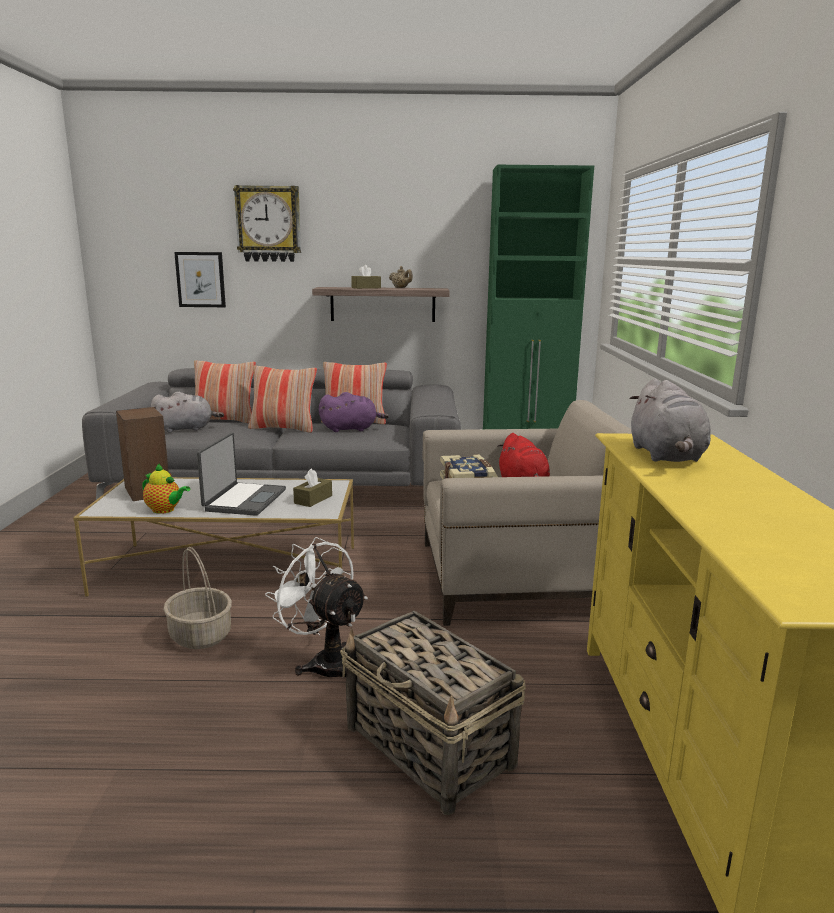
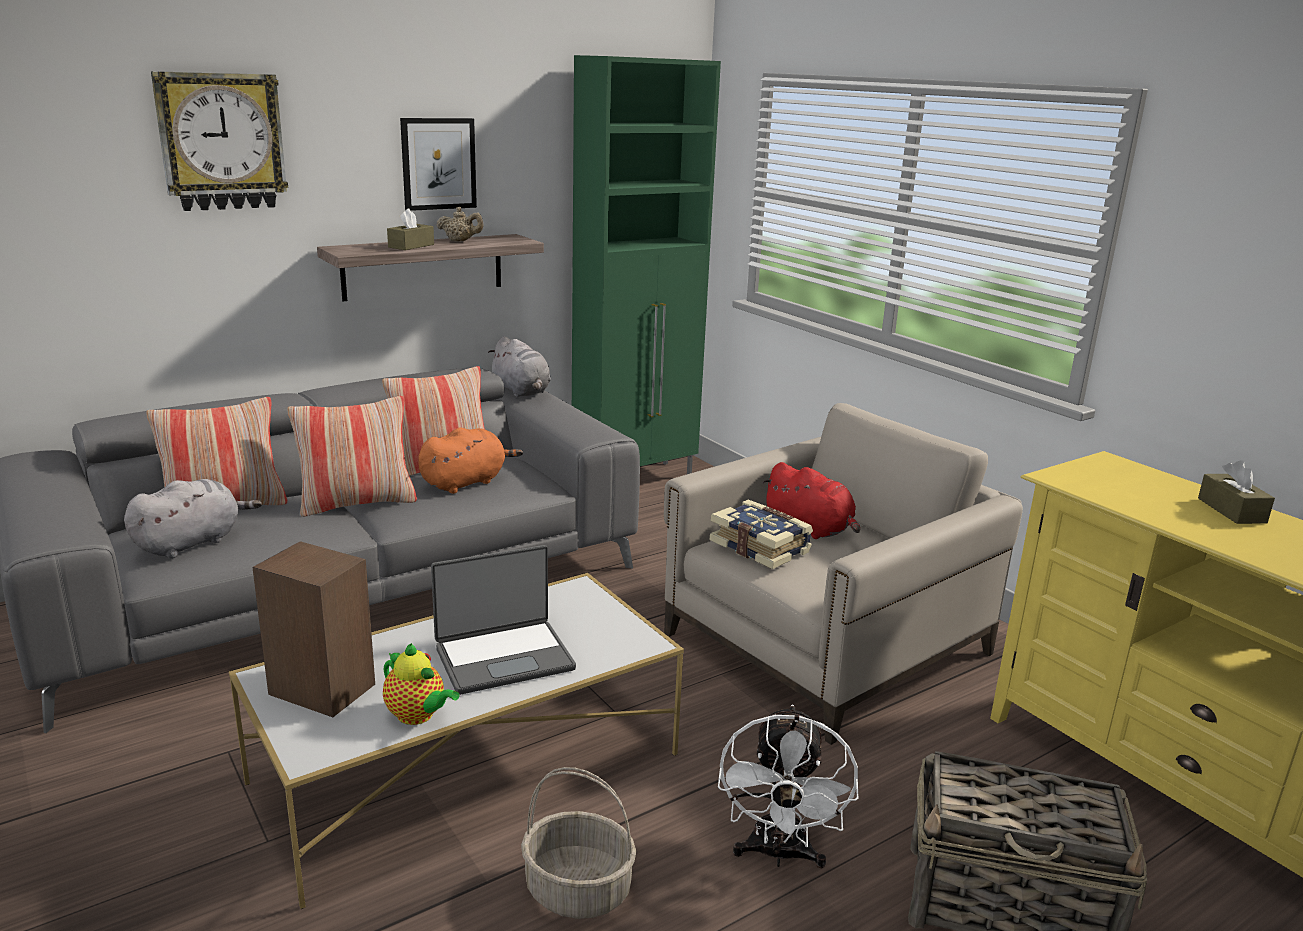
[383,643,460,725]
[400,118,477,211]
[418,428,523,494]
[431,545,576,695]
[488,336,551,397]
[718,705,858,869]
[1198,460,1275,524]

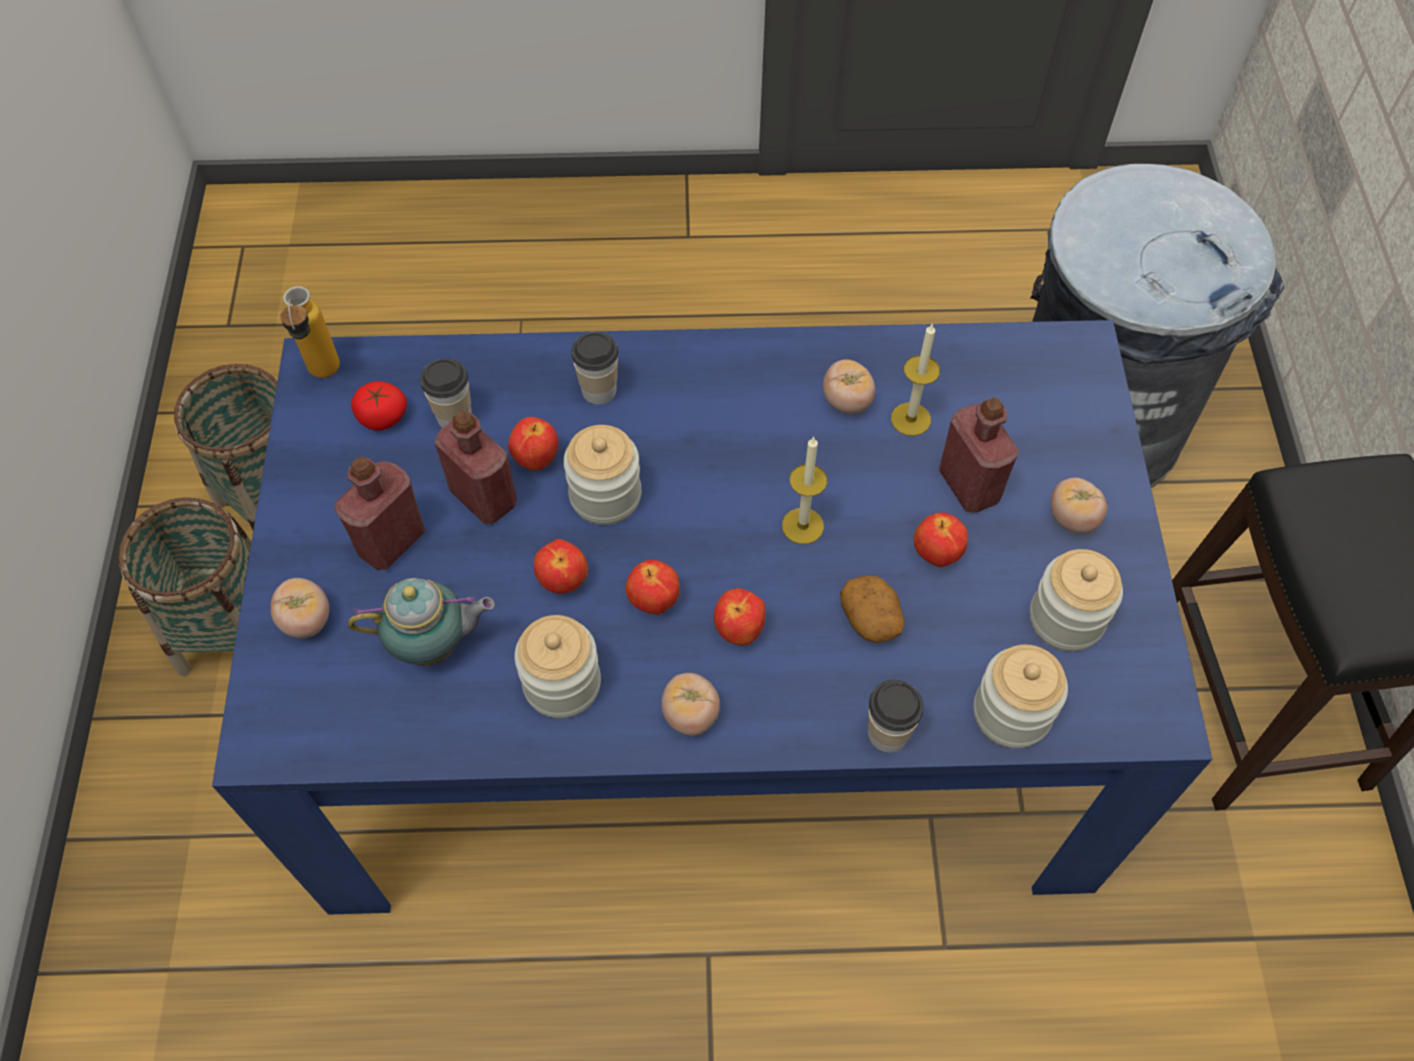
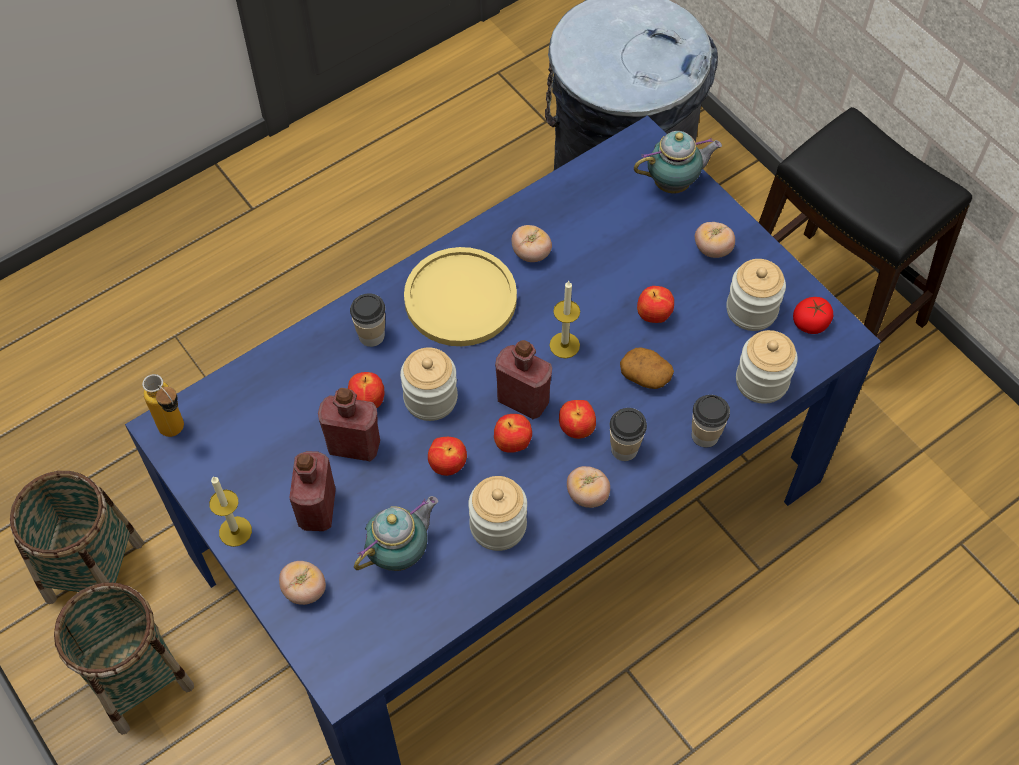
[209,476,252,547]
[404,247,517,346]
[495,340,552,419]
[610,408,647,461]
[634,131,722,193]
[793,297,833,334]

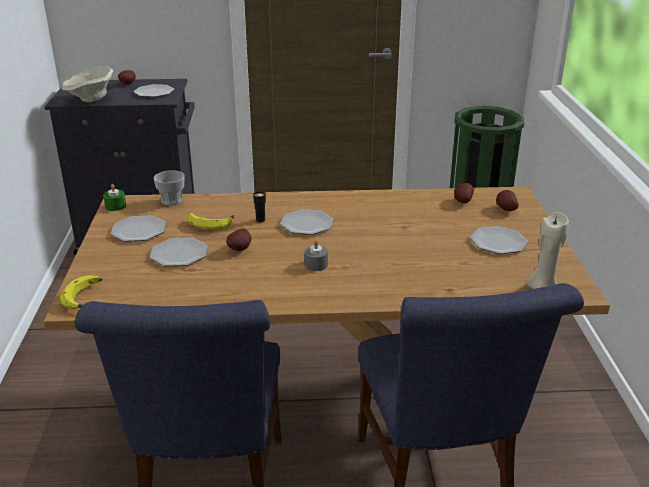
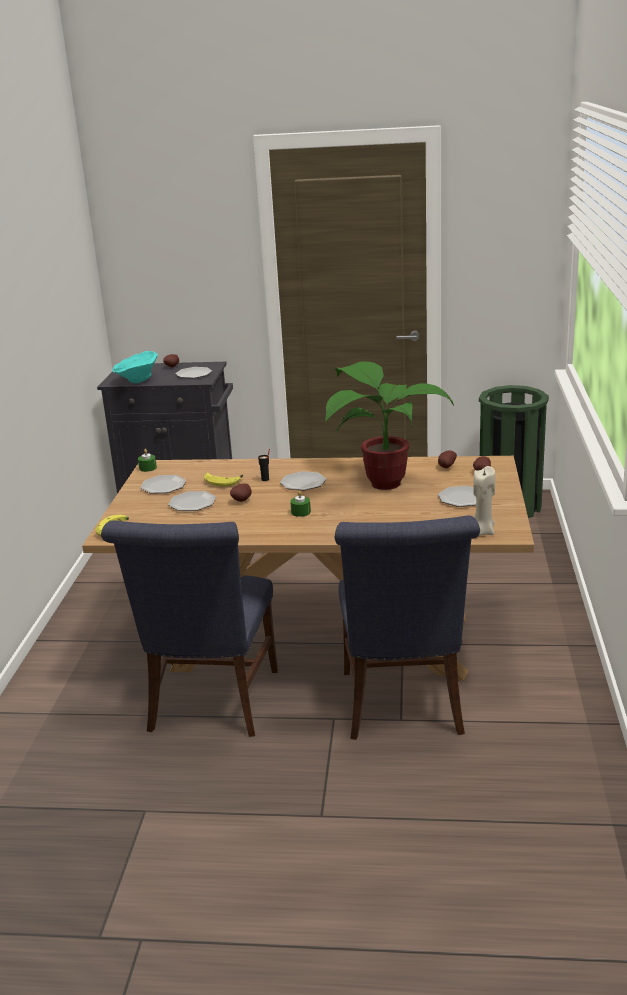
[113,351,158,383]
[290,491,311,517]
[325,362,454,490]
[154,170,185,206] (first image)

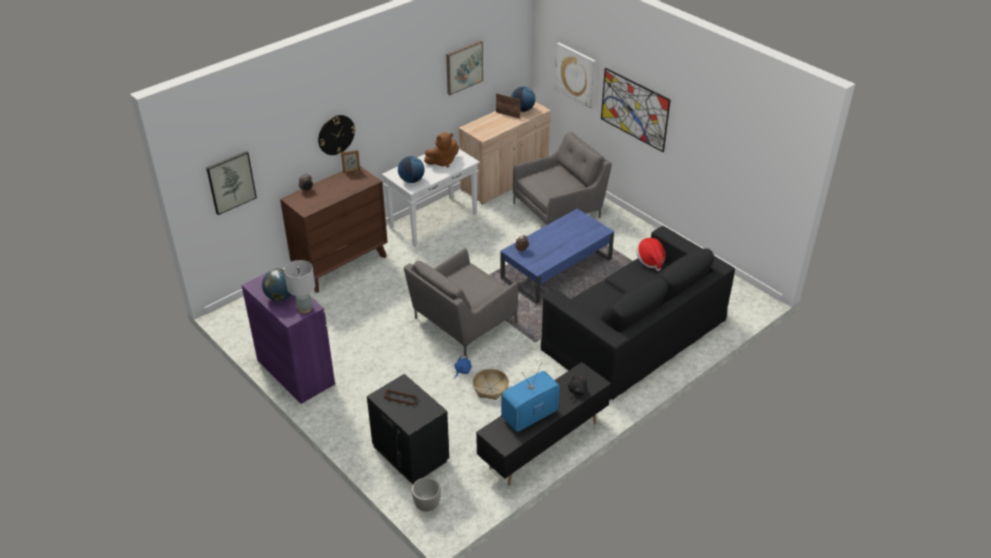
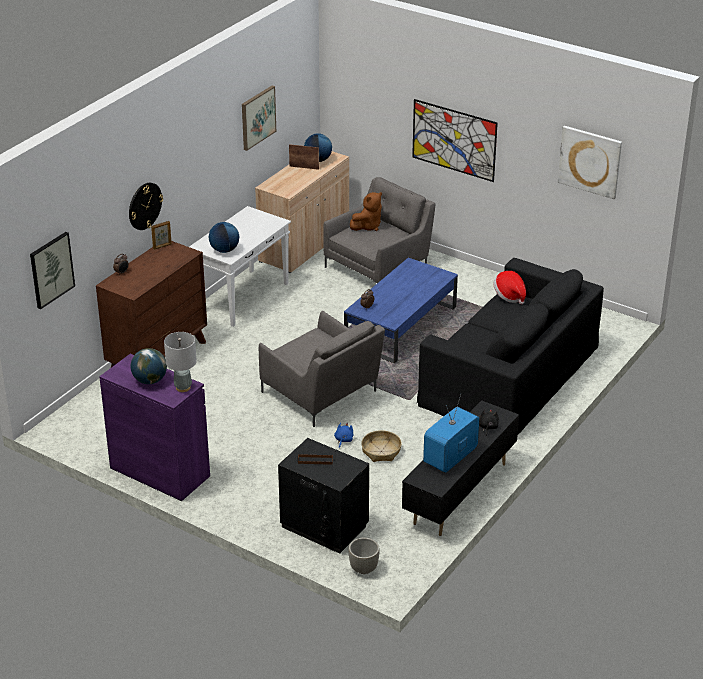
[259,311,385,427]
[350,192,382,231]
[558,126,622,199]

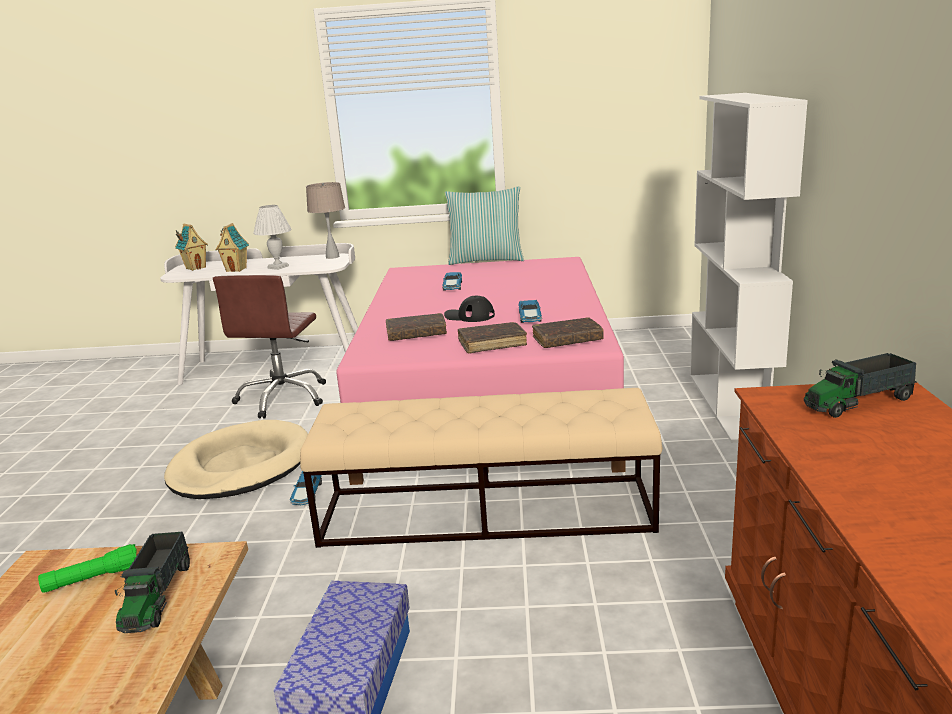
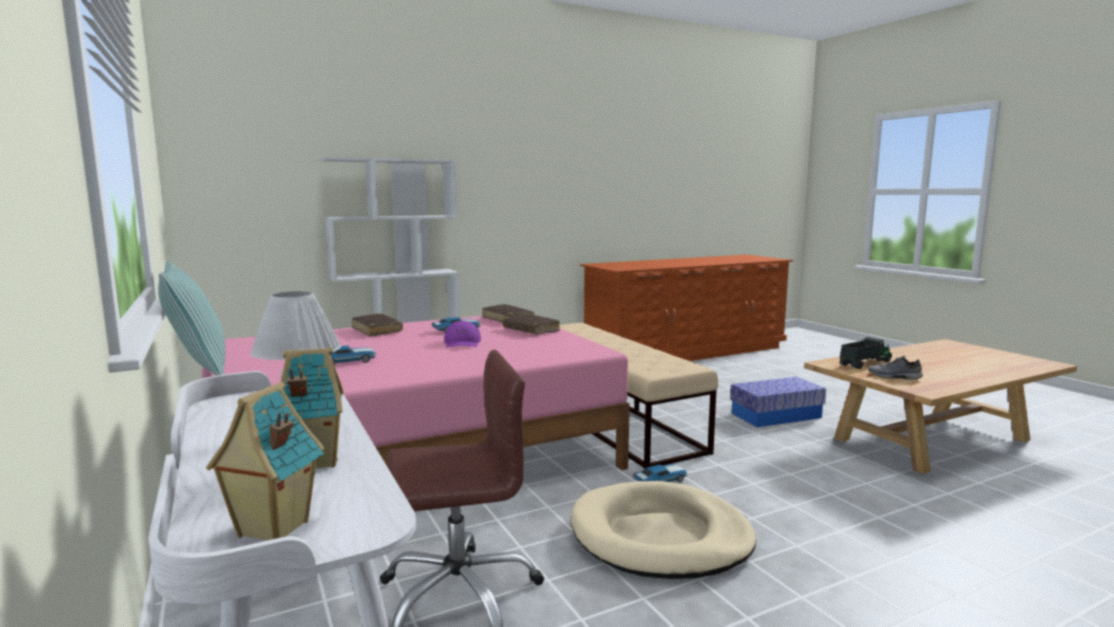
[352,314,403,337]
[444,321,481,347]
[868,356,923,380]
[306,182,345,259] (first image)
[804,353,917,418] (first image)

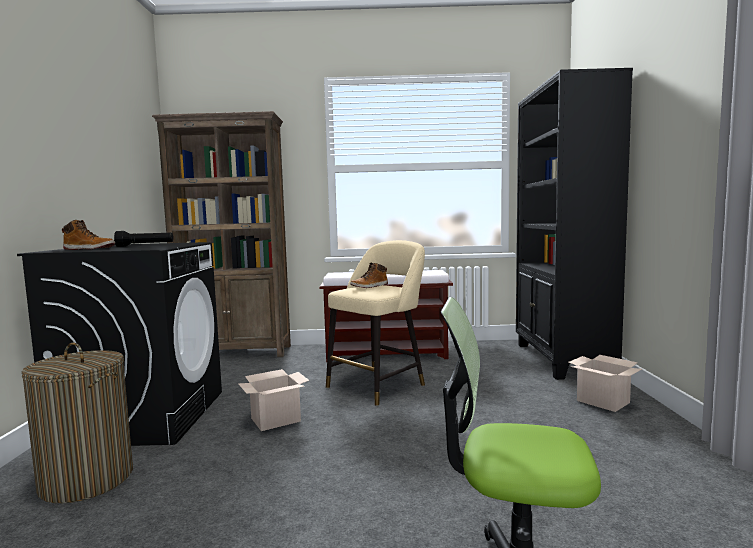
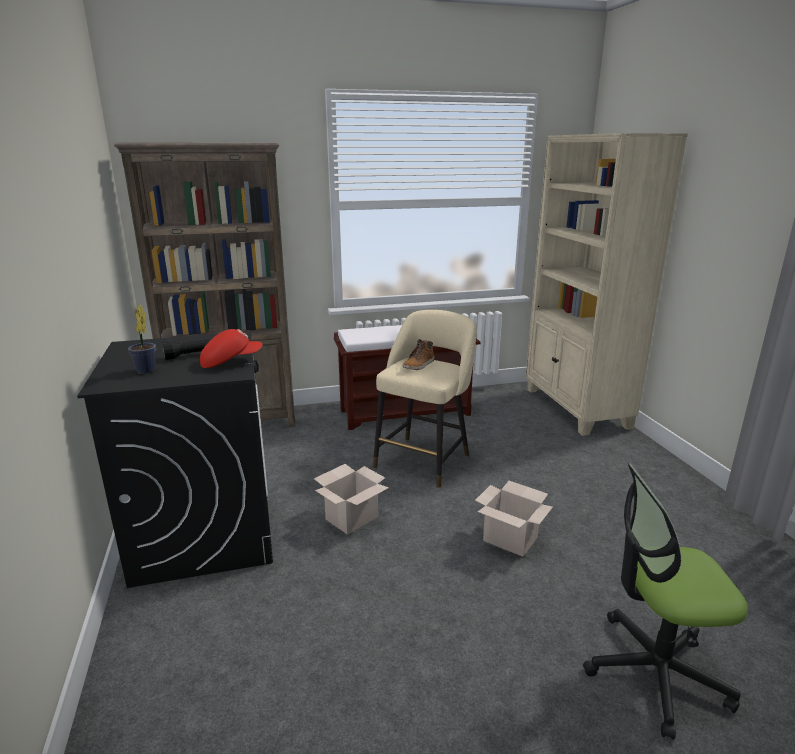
[128,305,156,374]
[200,329,263,368]
[475,481,553,557]
[526,133,688,436]
[21,342,133,503] (first image)

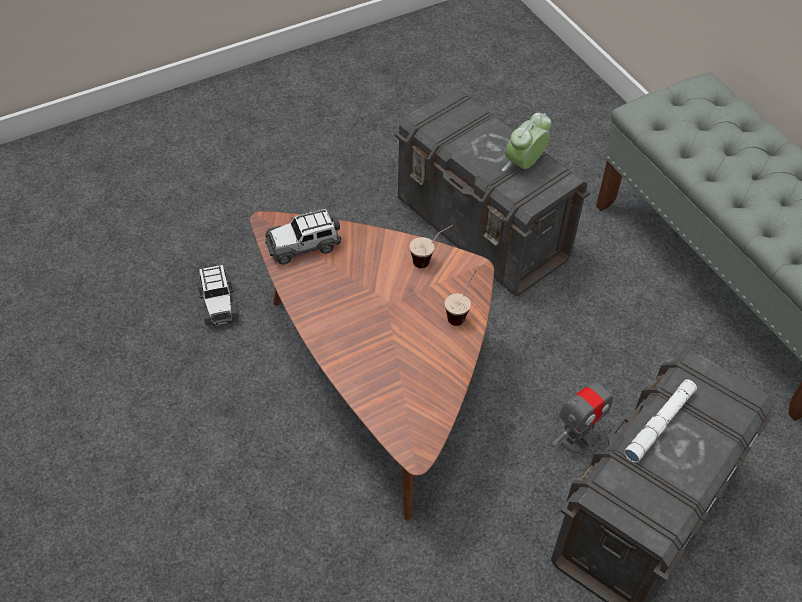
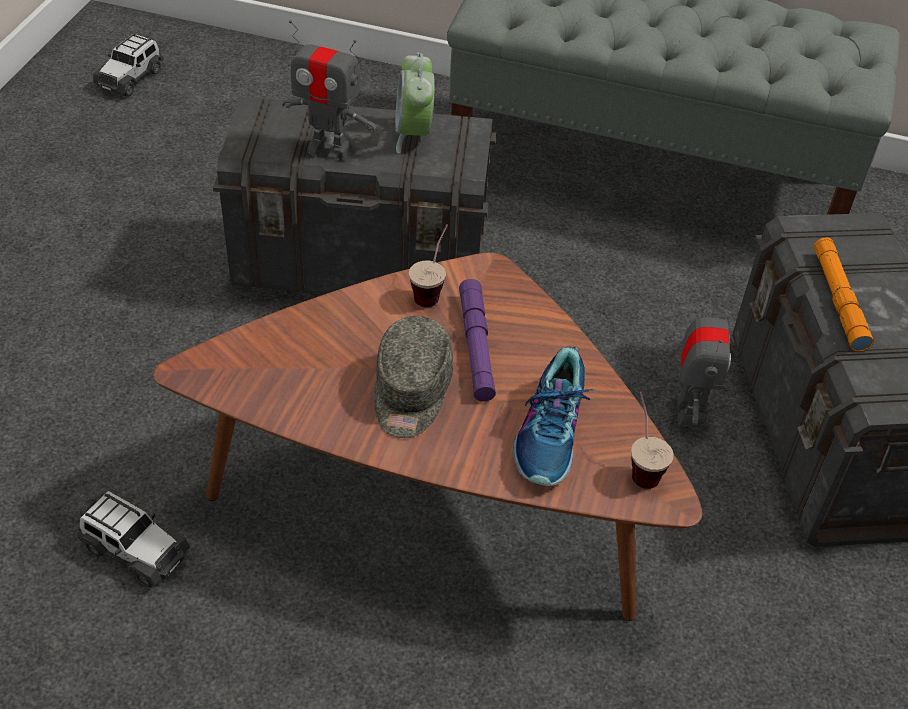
[93,33,164,97]
[282,20,376,161]
[374,316,453,438]
[459,279,496,402]
[513,346,595,486]
[631,392,674,489]
[814,238,874,351]

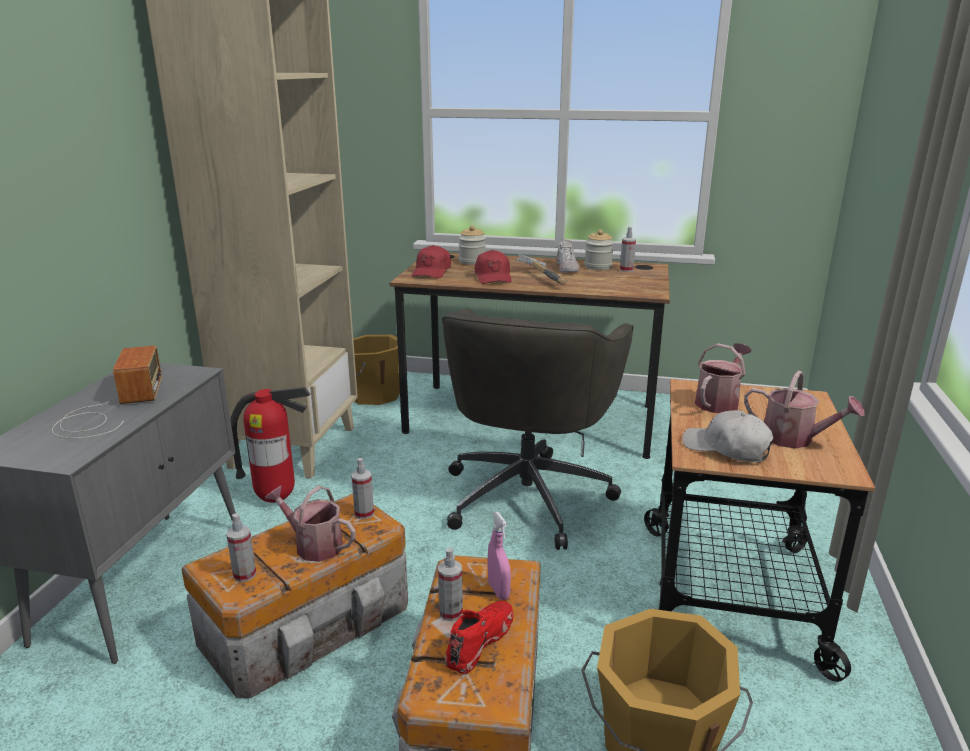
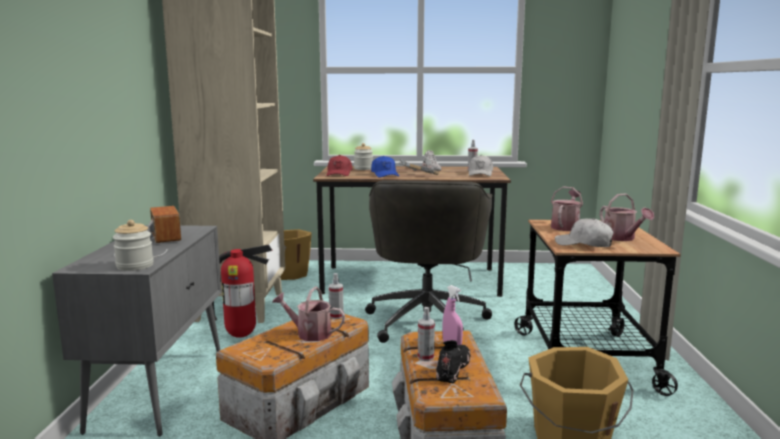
[113,220,154,271]
[371,156,399,177]
[436,340,470,383]
[468,155,493,176]
[600,194,654,241]
[226,513,256,582] (first image)

